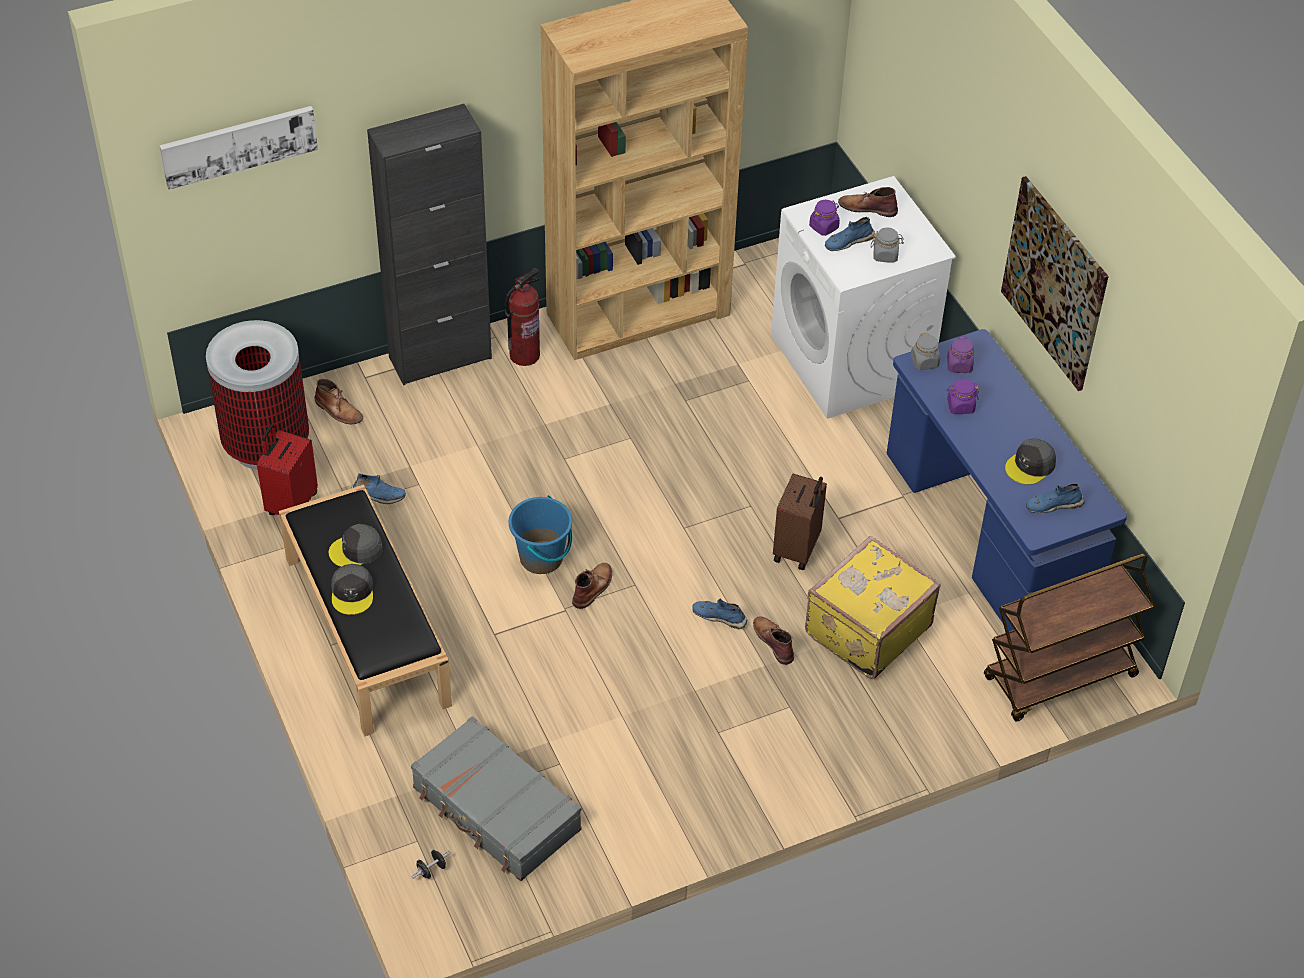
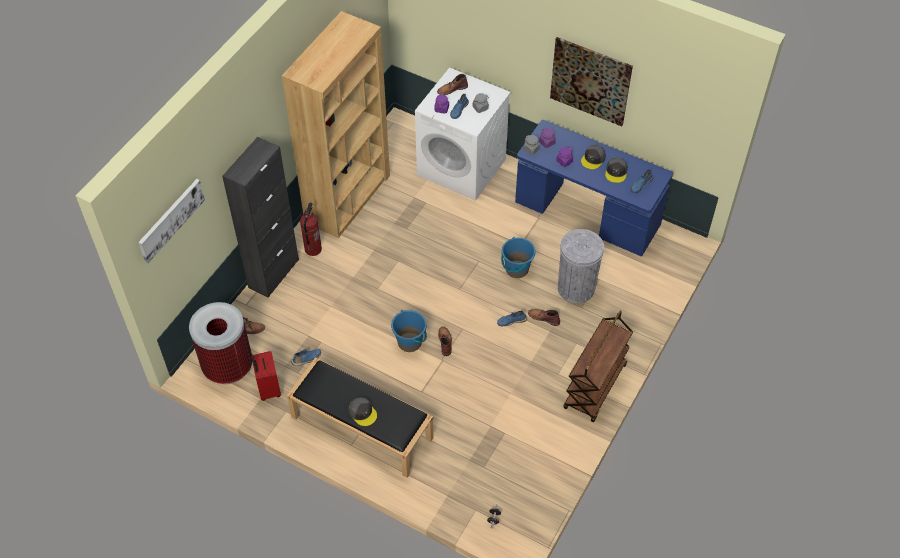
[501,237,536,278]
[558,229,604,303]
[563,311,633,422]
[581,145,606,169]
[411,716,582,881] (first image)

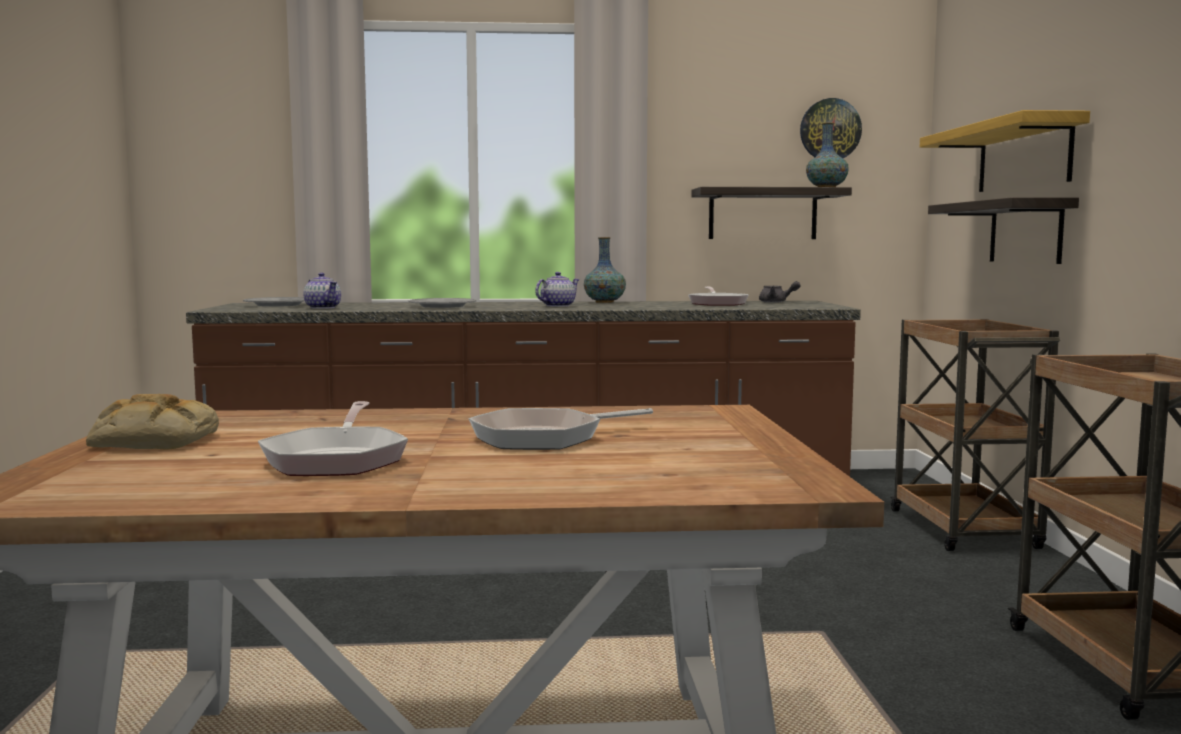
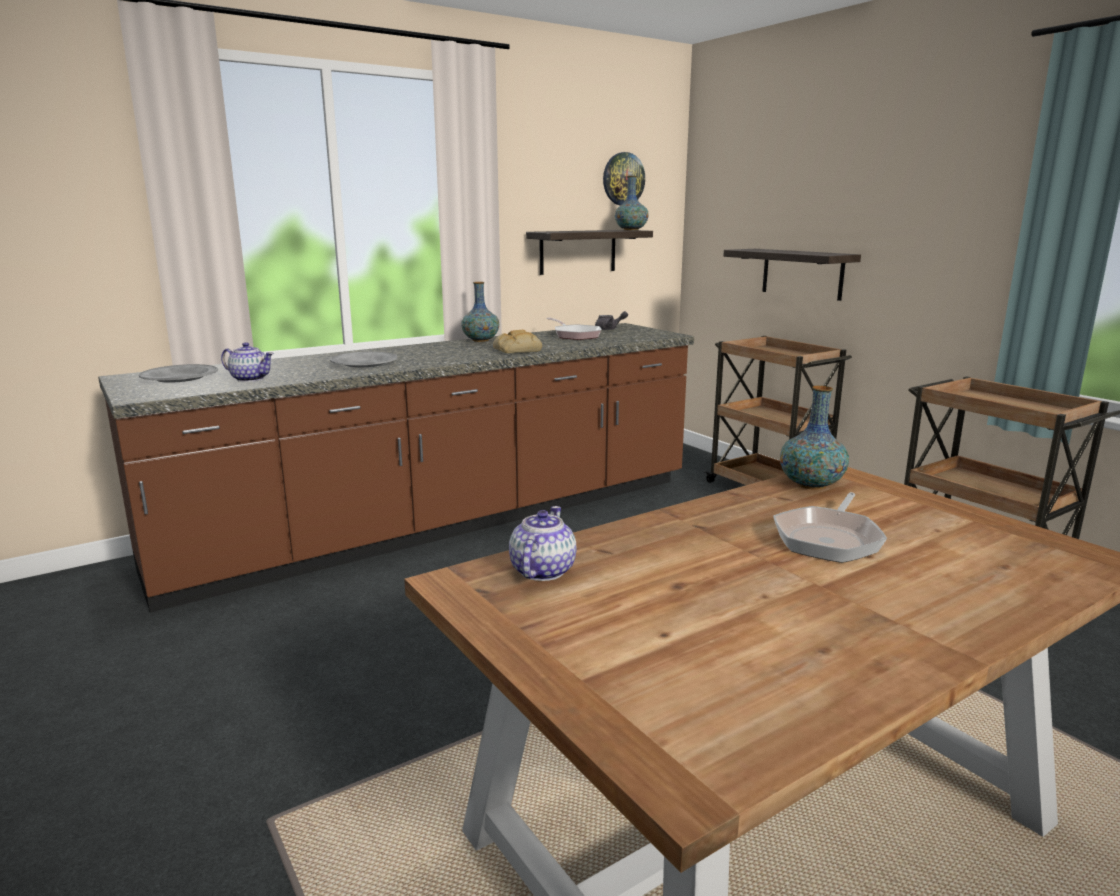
[493,330,542,353]
[509,506,576,581]
[780,385,849,490]
[258,401,408,476] (first image)
[920,110,1090,192] (first image)

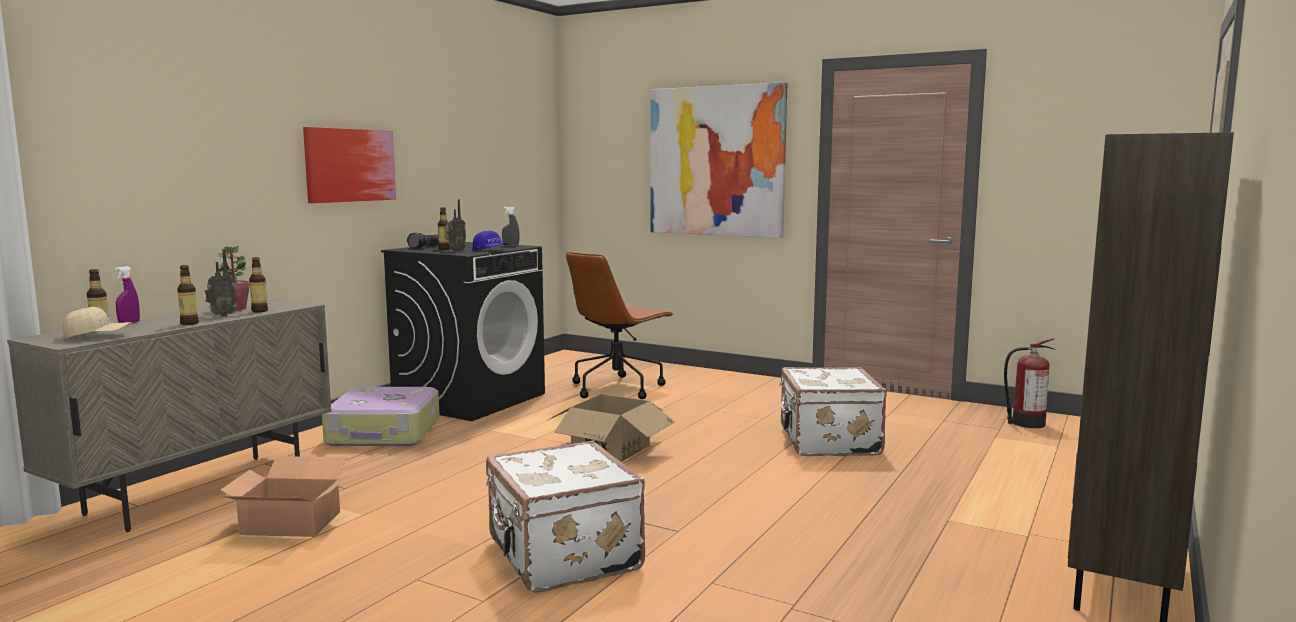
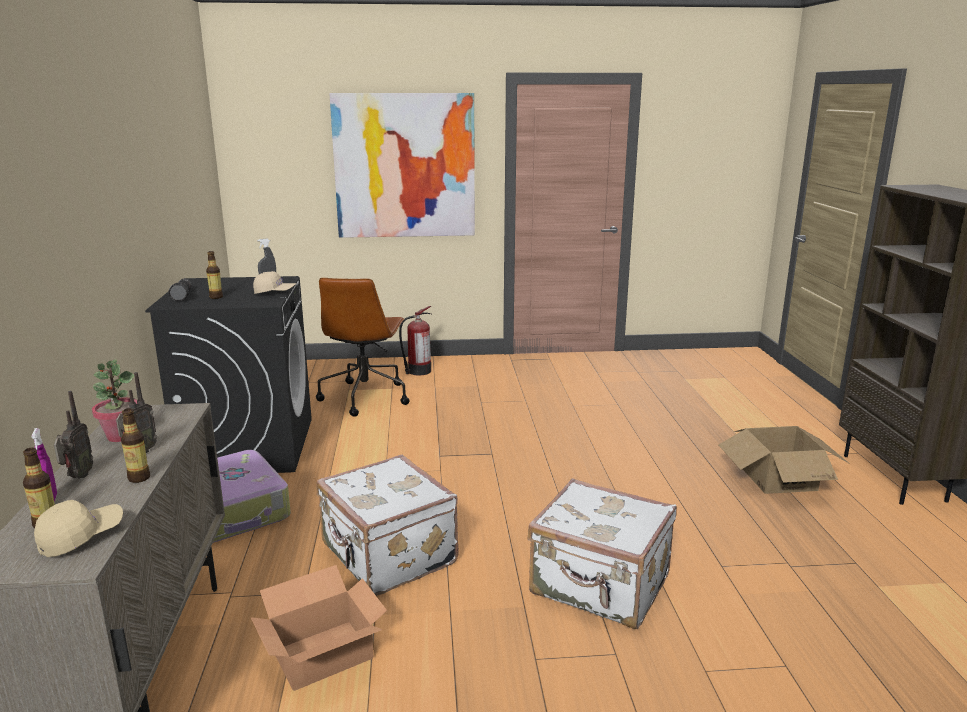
[54,391,93,478]
[253,271,296,294]
[316,454,458,596]
[399,306,431,375]
[719,426,850,494]
[249,257,268,312] (first image)
[303,127,396,203] (first image)

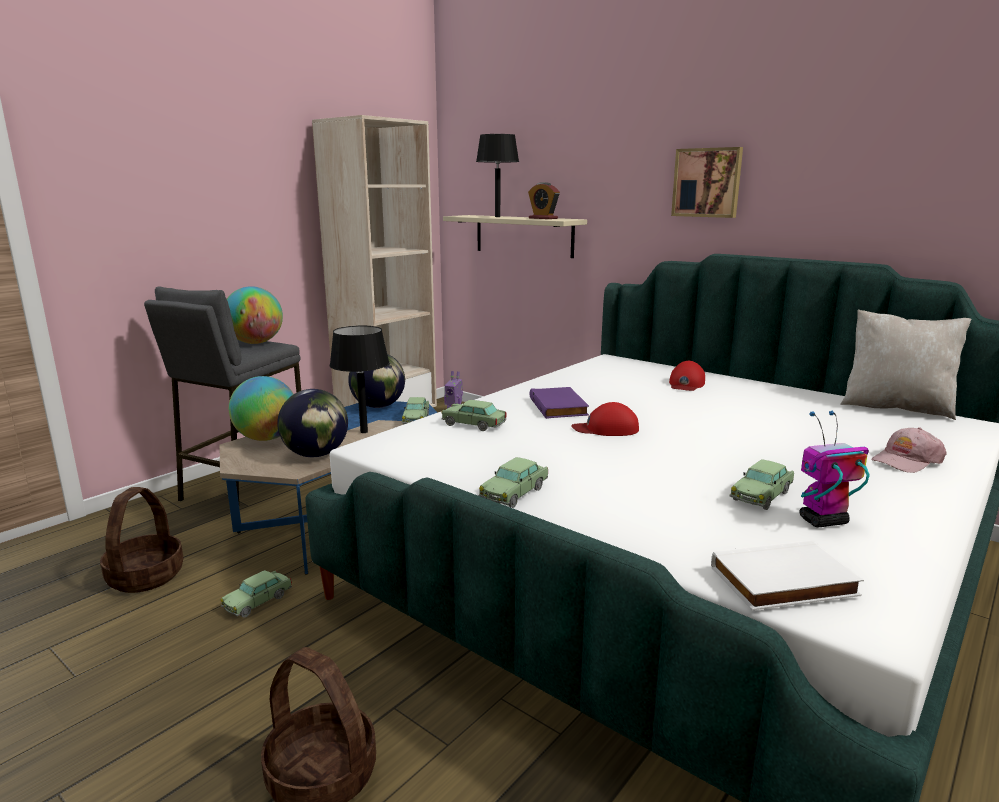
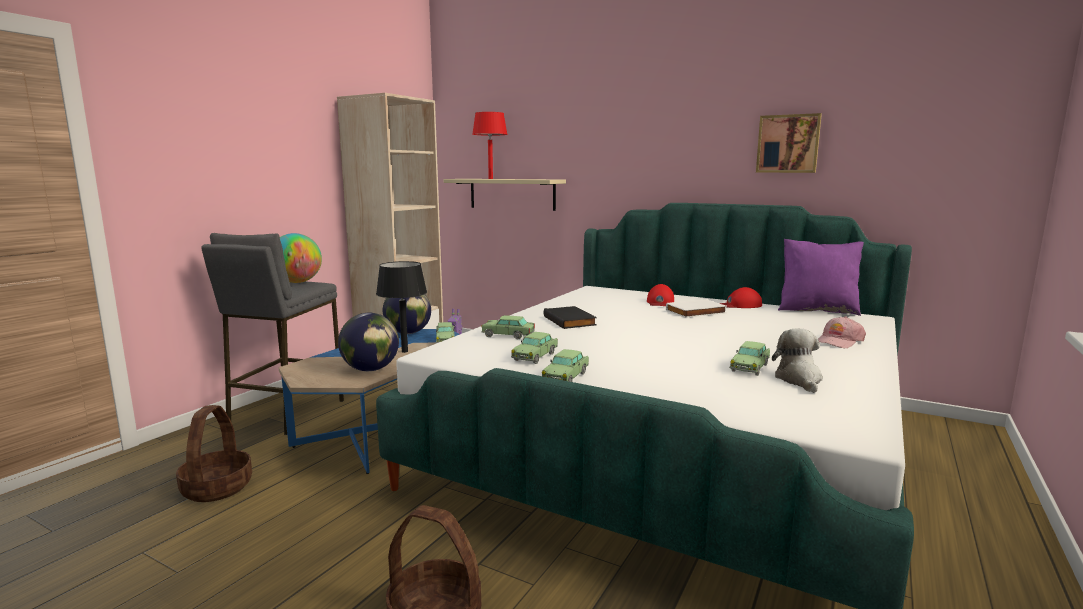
[472,112,508,179]
[511,332,558,364]
[544,306,597,329]
[666,299,727,318]
[719,287,762,308]
[756,113,822,173]
[772,329,823,393]
[778,239,864,316]
[229,376,293,441] (first image)
[528,182,560,219] (first image)

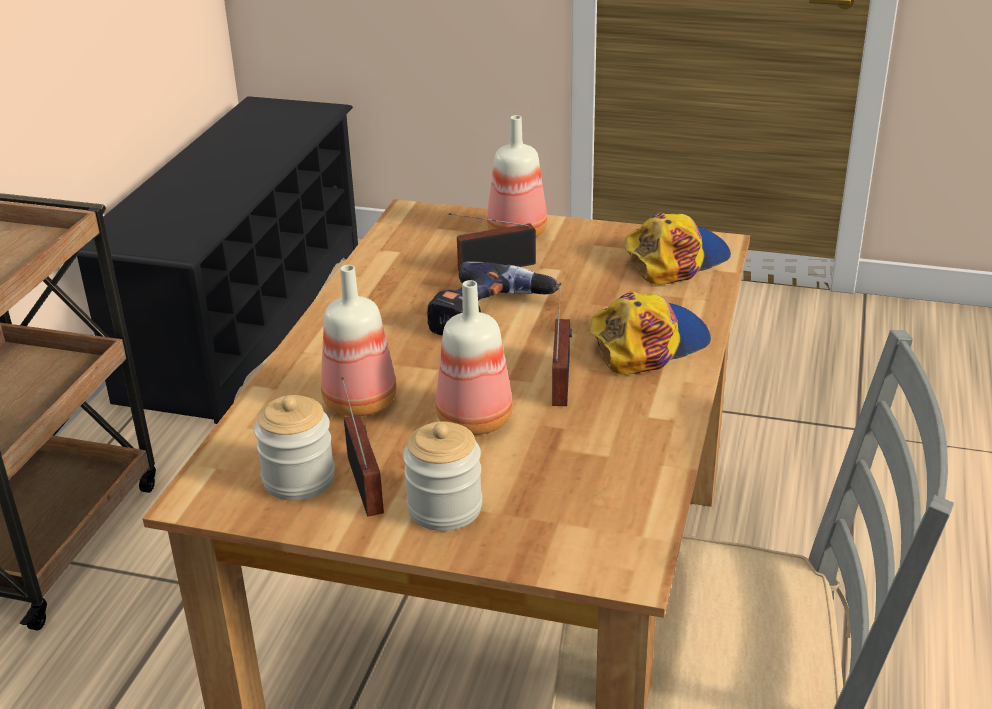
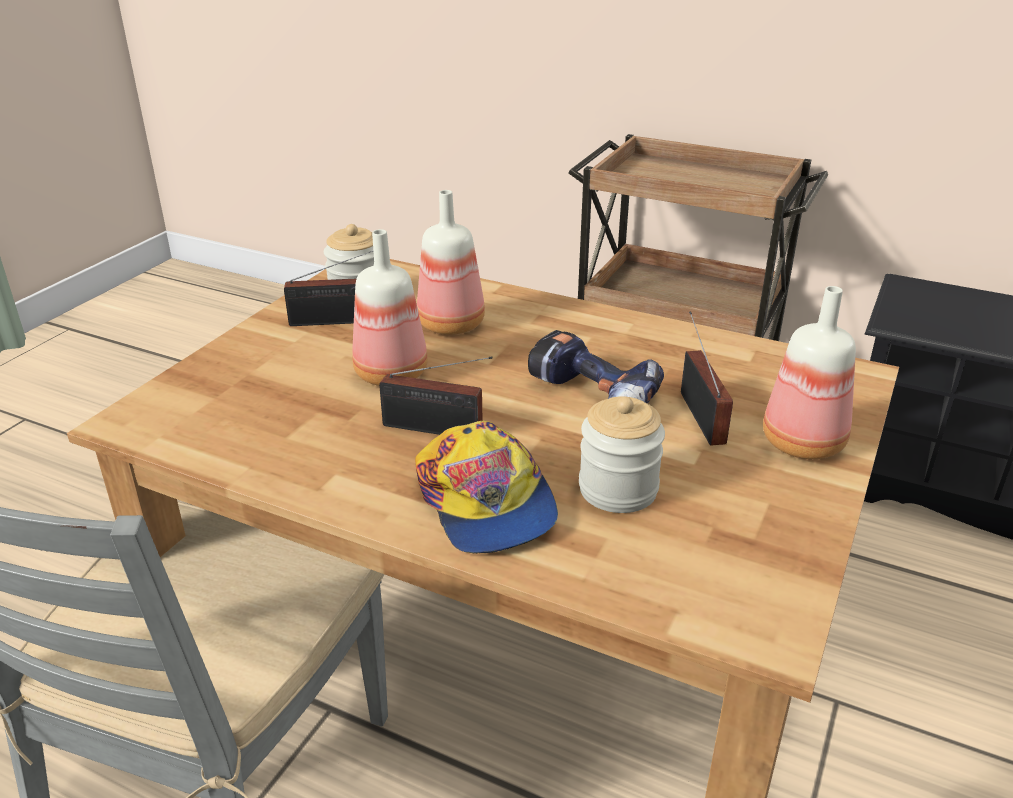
[579,396,665,513]
[625,212,731,285] (first image)

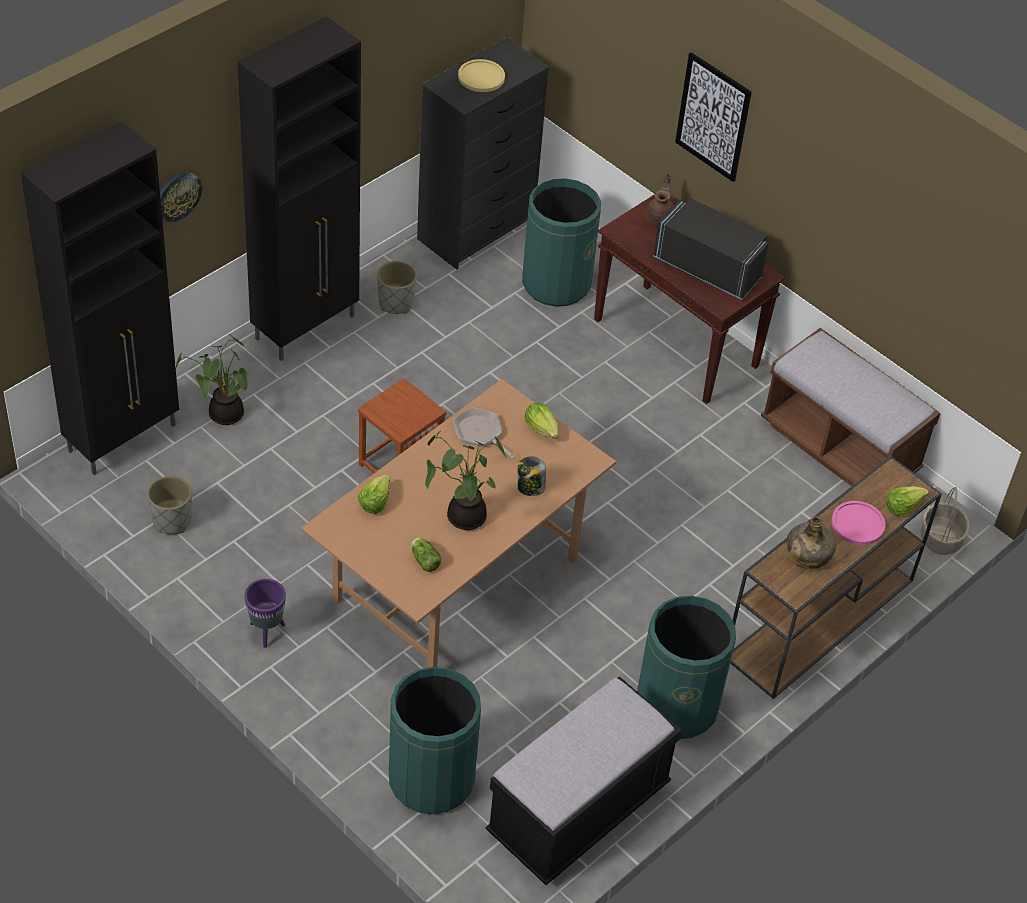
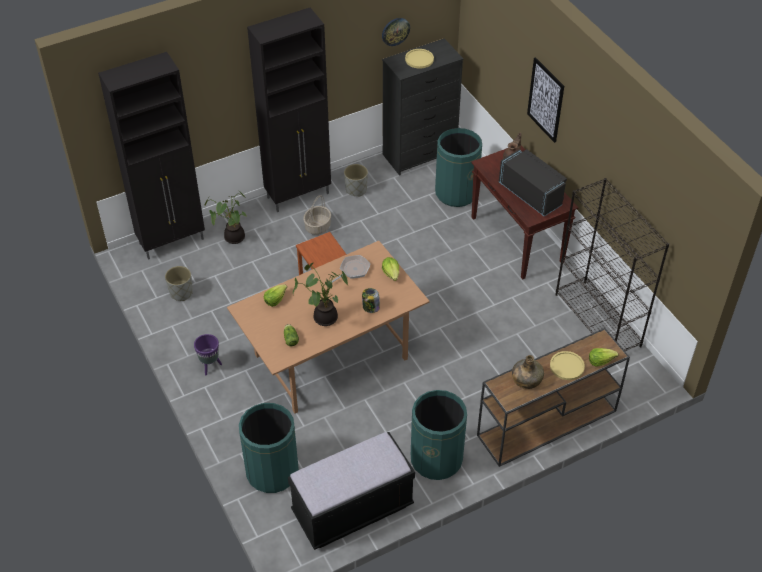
[303,195,331,235]
[331,255,371,283]
[382,18,410,46]
[550,351,585,380]
[555,178,669,351]

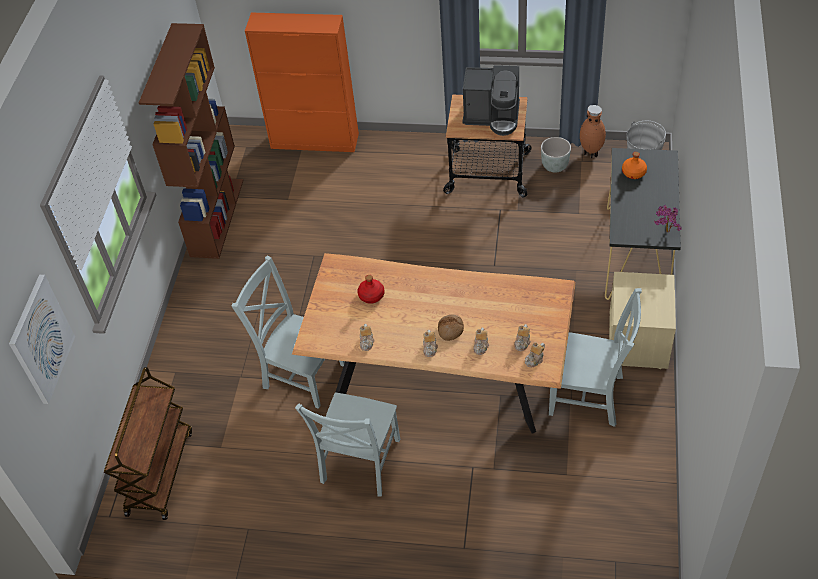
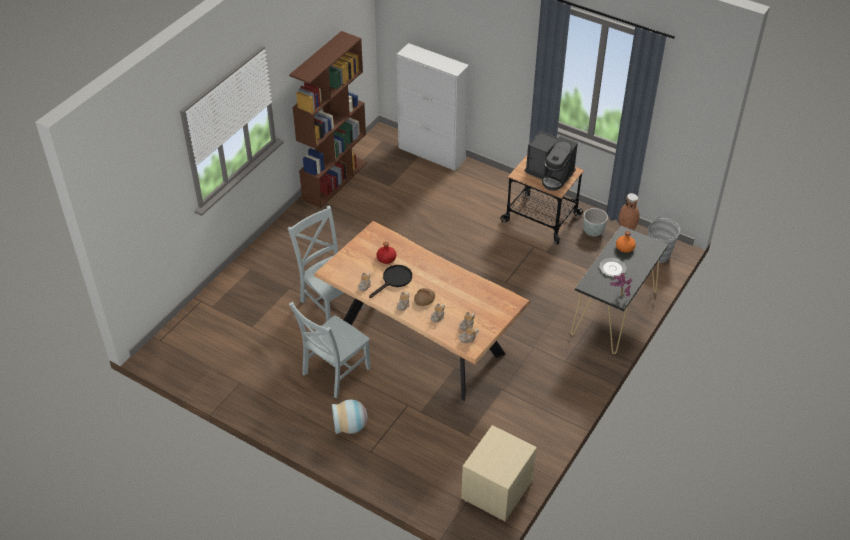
[332,399,368,434]
[369,265,412,298]
[397,43,469,171]
[461,425,537,521]
[599,258,627,277]
[9,275,75,404] (first image)
[104,367,192,520] (first image)
[549,288,642,427] (first image)

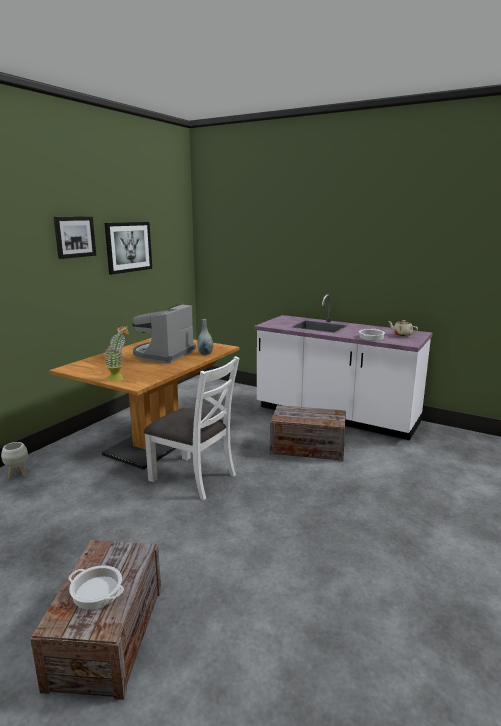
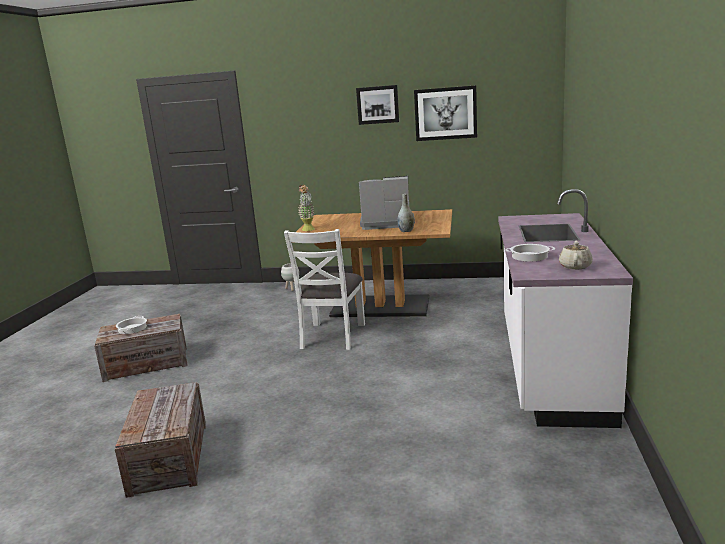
[115,382,206,498]

